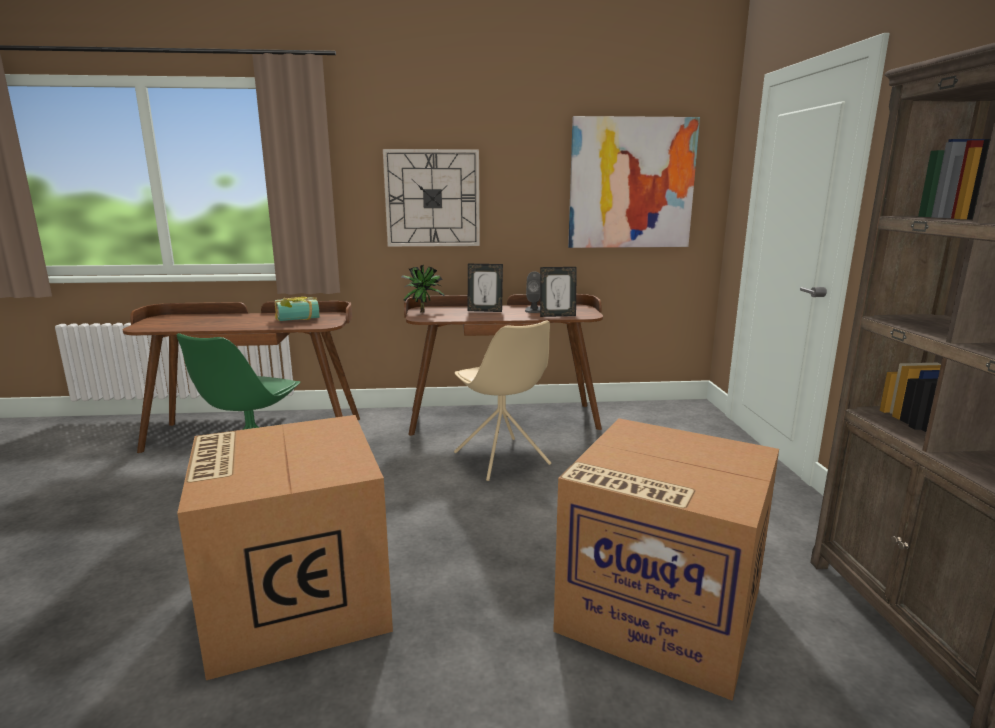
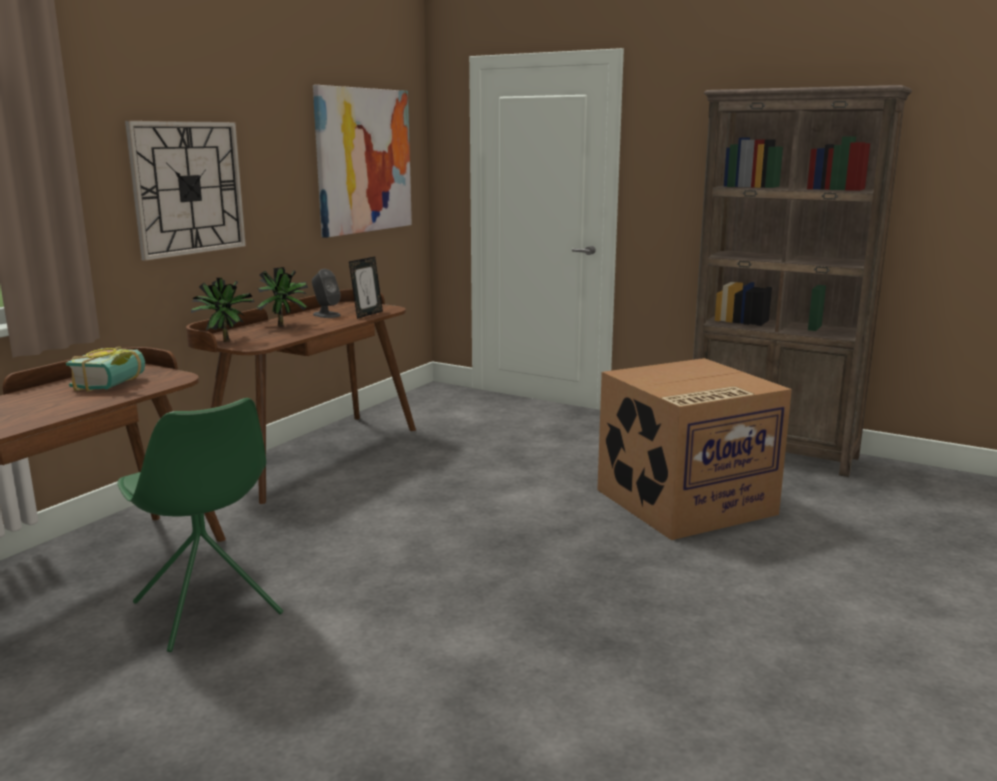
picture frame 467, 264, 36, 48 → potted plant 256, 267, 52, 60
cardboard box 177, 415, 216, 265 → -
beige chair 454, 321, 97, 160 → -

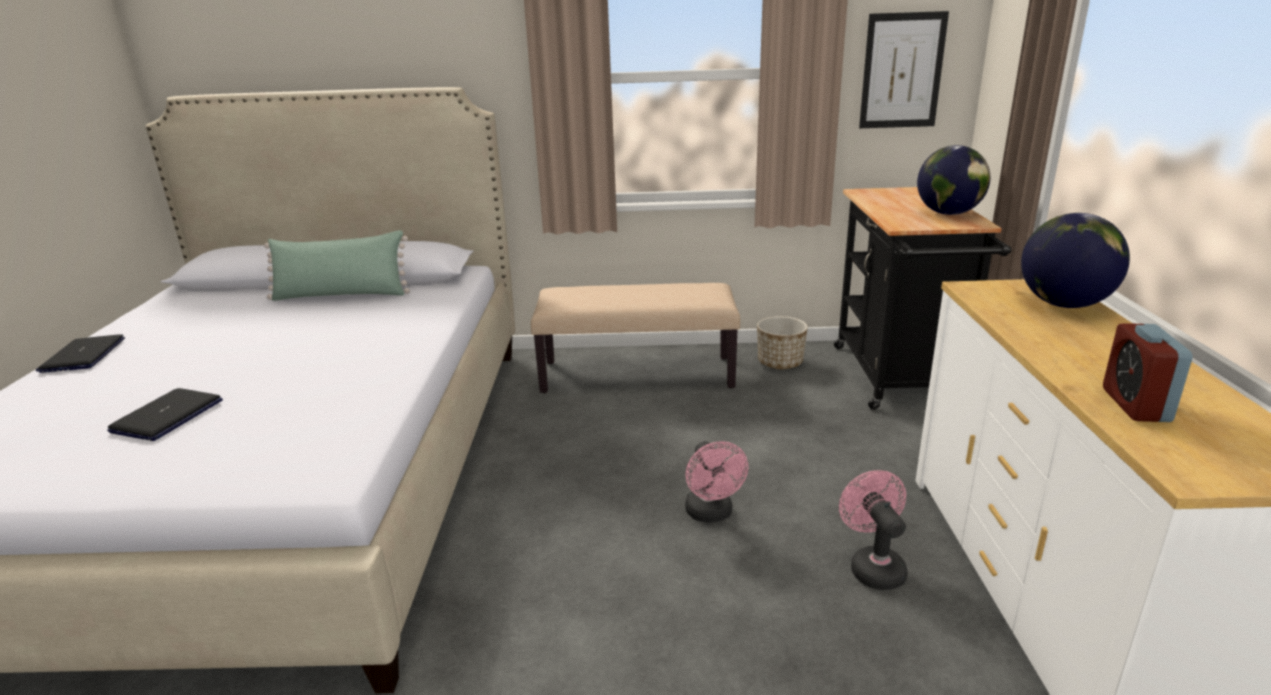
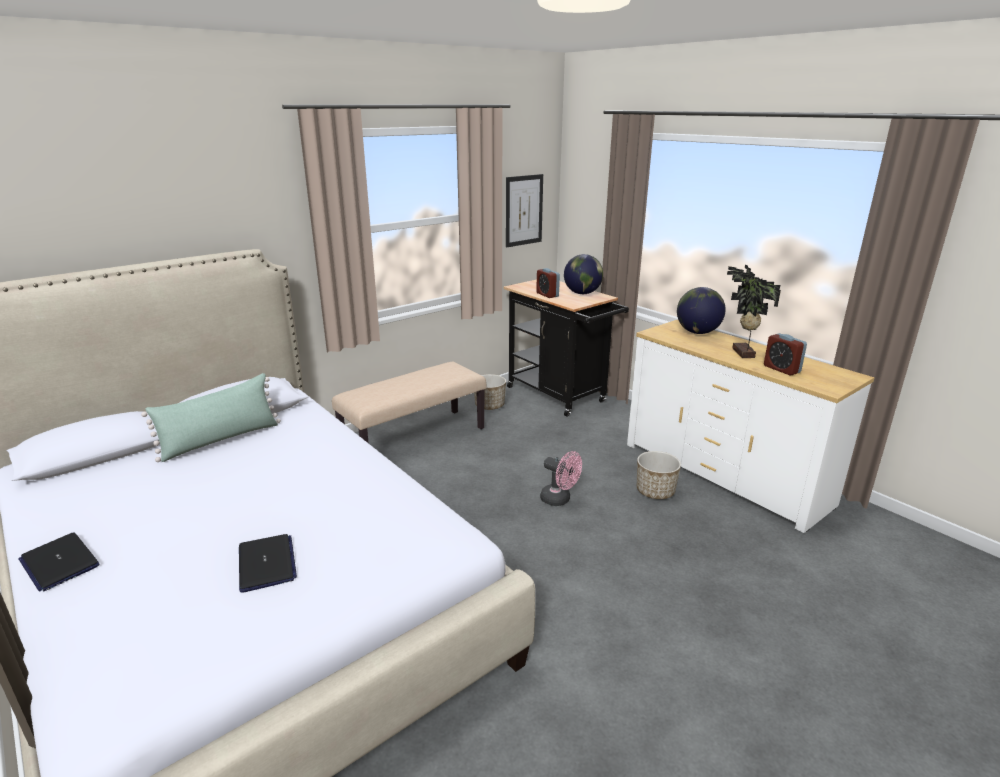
- → alarm clock 536, 268, 24, 30
pink fan 839, 470, 69, 120 → planter 637, 451, 44, 48
- → potted plant 727, 264, 54, 94

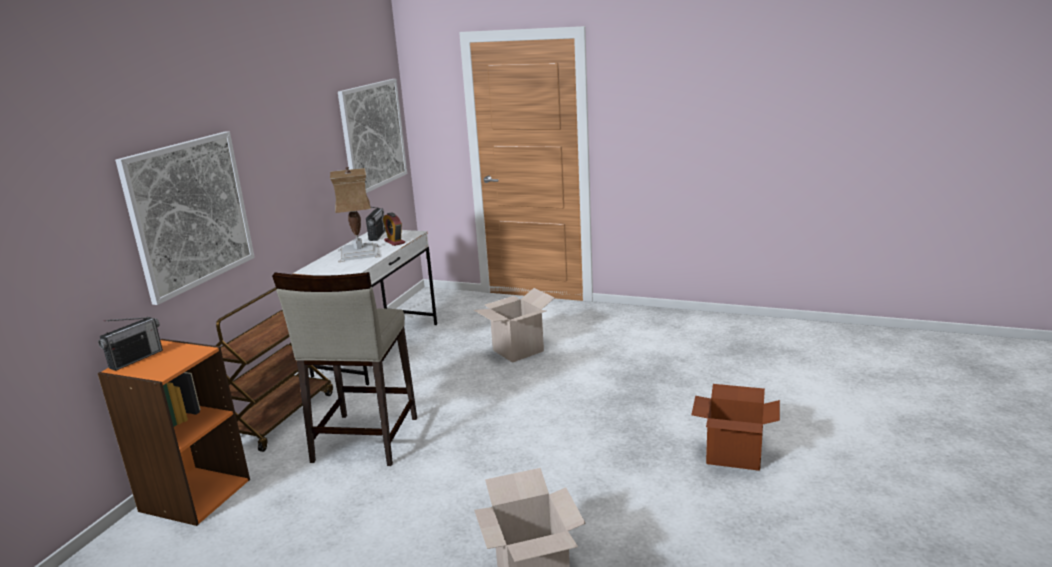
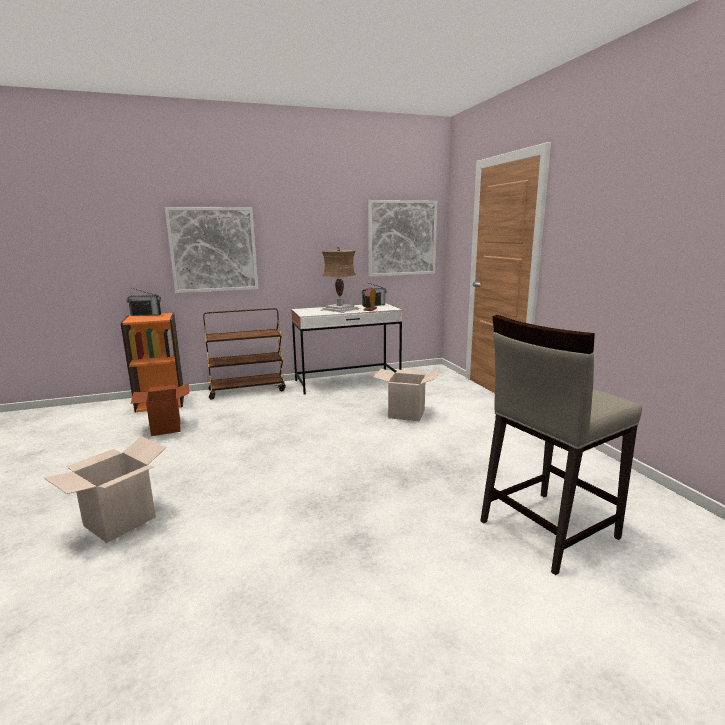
cardboard box 691, 384, 89, 87 → cardboard box 131, 383, 58, 53, relocated
beige stool 272, 272, 145, 194 → beige stool 481, 315, 161, 260, relocated

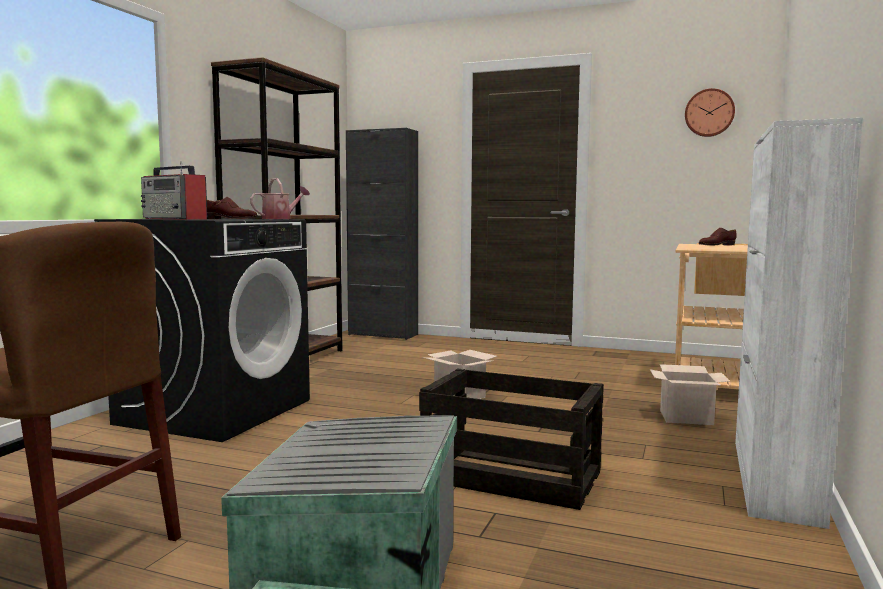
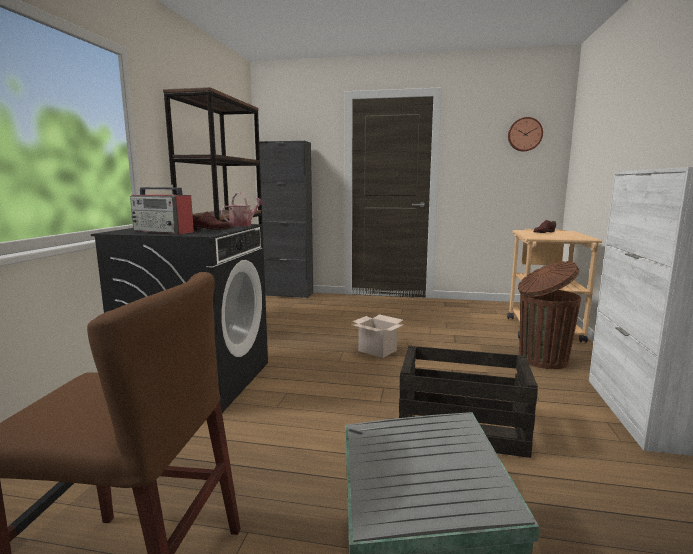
cardboard box 650, 364, 80, 61 → brown trash can 518, 261, 63, 108

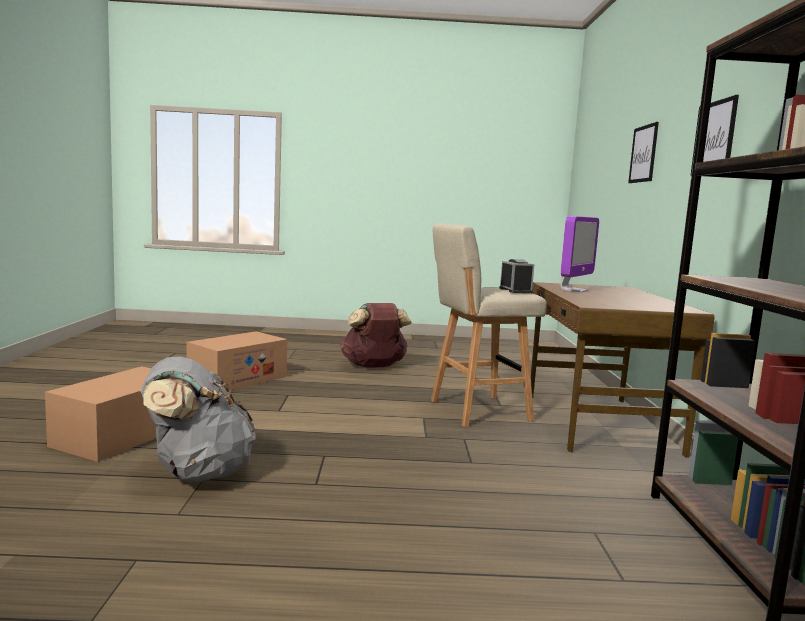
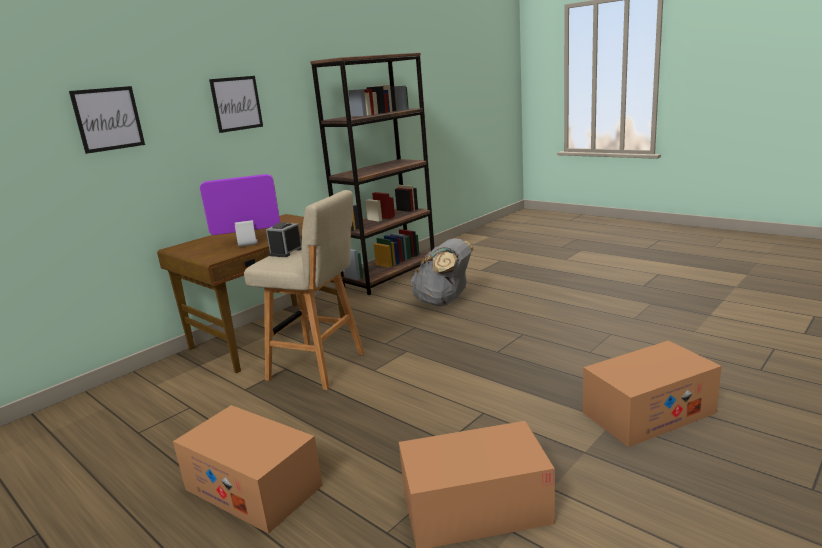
brown backpack 340, 303, 72, 65 → cardboard box 173, 405, 150, 129
grey backpack 140, 357, 116, 126 → grey backpack 410, 238, 64, 68, relocated

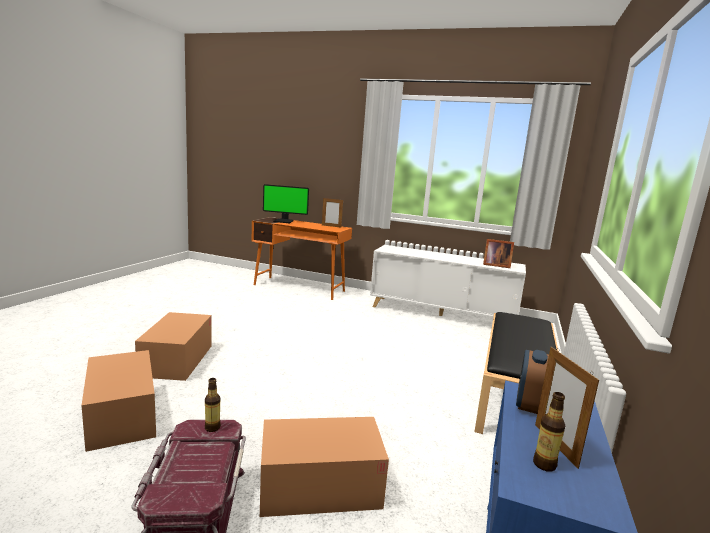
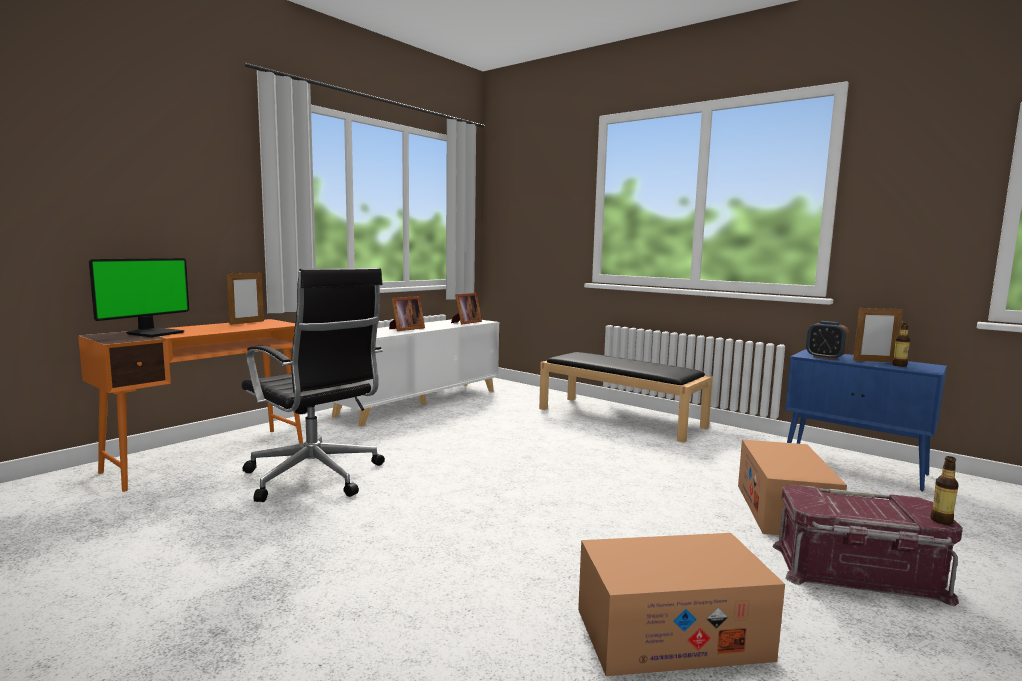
- → black office chair 242, 268, 143, 234
- → picture frame 389, 296, 36, 35
bottle 205, 378, 16, 54 → bottle 931, 456, 28, 69, relocated
cardboard box 135, 312, 77, 69 → -

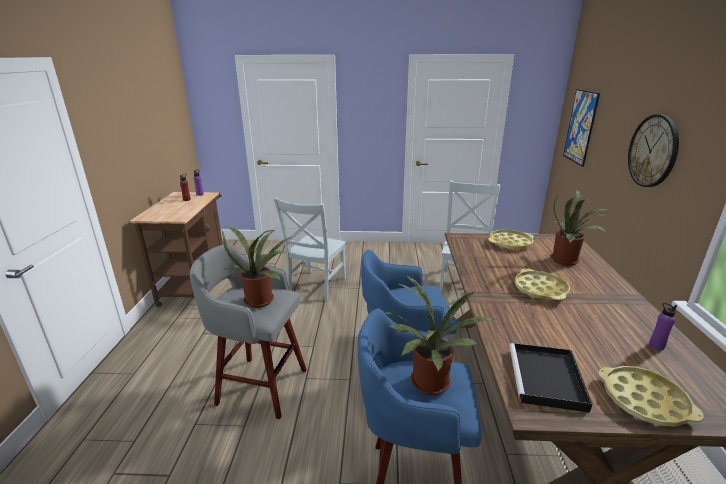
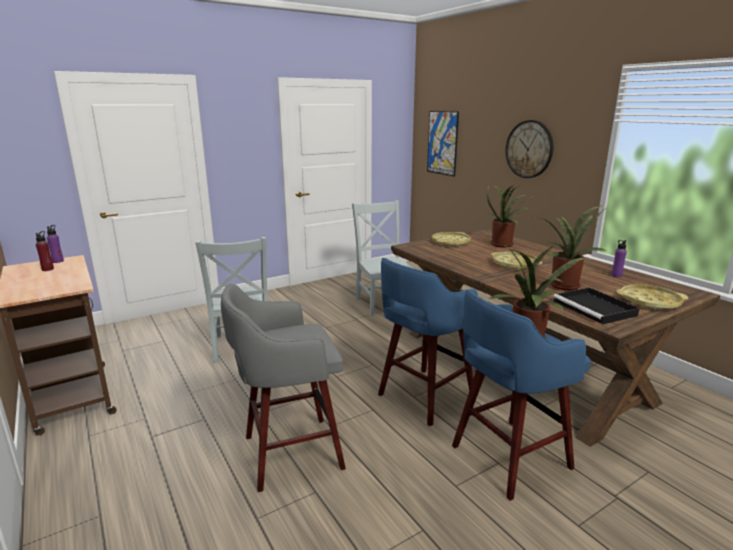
potted plant 222, 226, 69, 82 → potted plant 535, 205, 71, 86, relocated

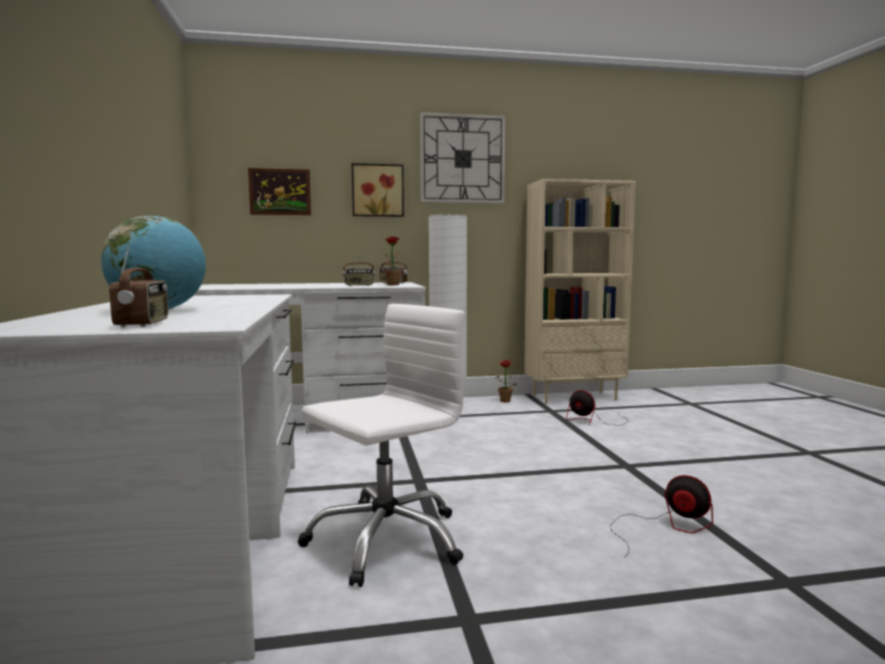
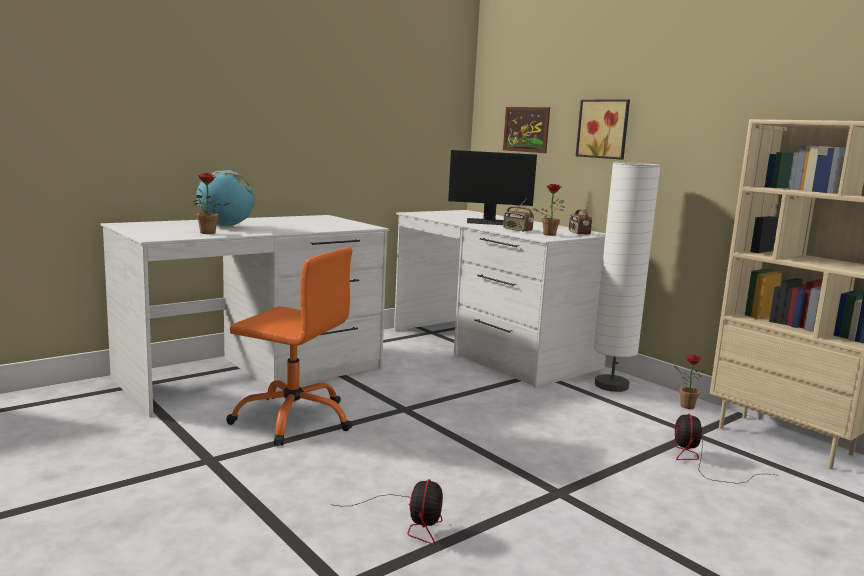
- → potted plant 193, 173, 37, 61
white office chair 298, 304, 167, 283 → orange office chair 226, 247, 127, 199
- → monitor 448, 150, 89, 75
radio 109, 246, 59, 81 → -
wall clock 420, 112, 86, 91 → -

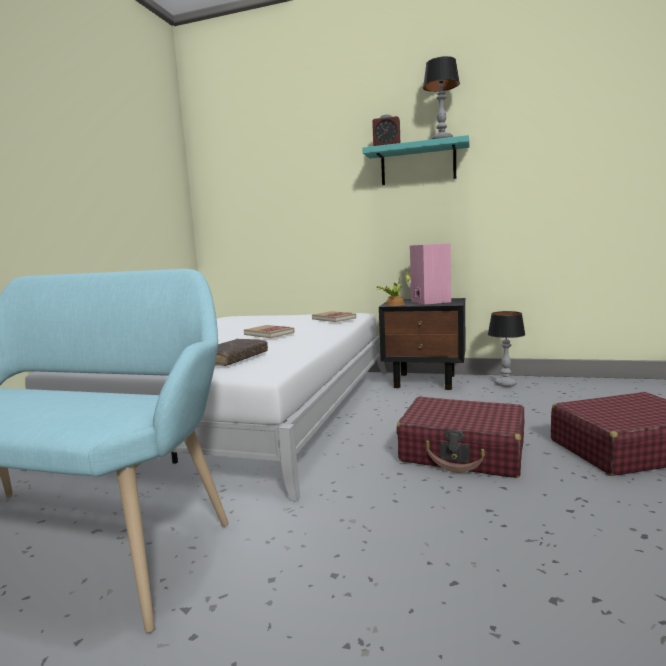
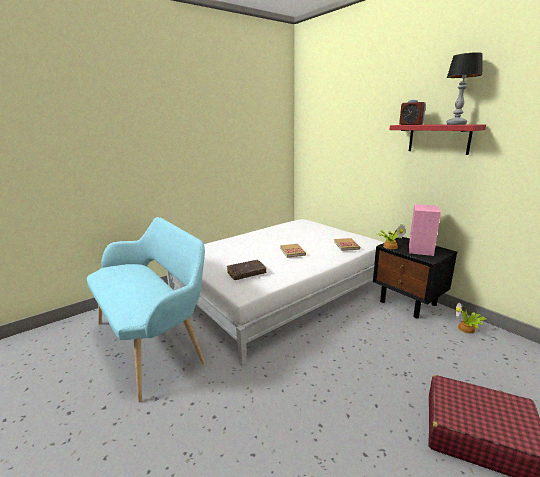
turquoise shelf 362, 135, 107, 50 → red shelf 390, 124, 96, 31
table lamp 488, 311, 37, 76 → potted plant 455, 303, 32, 31
red suitcase 396, 396, 128, 82 → -

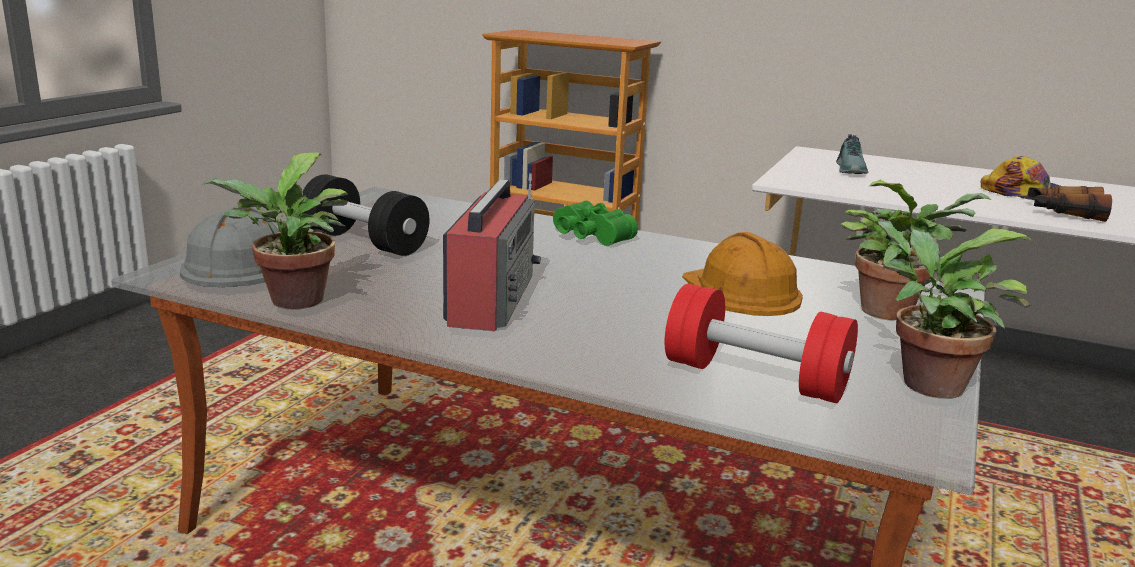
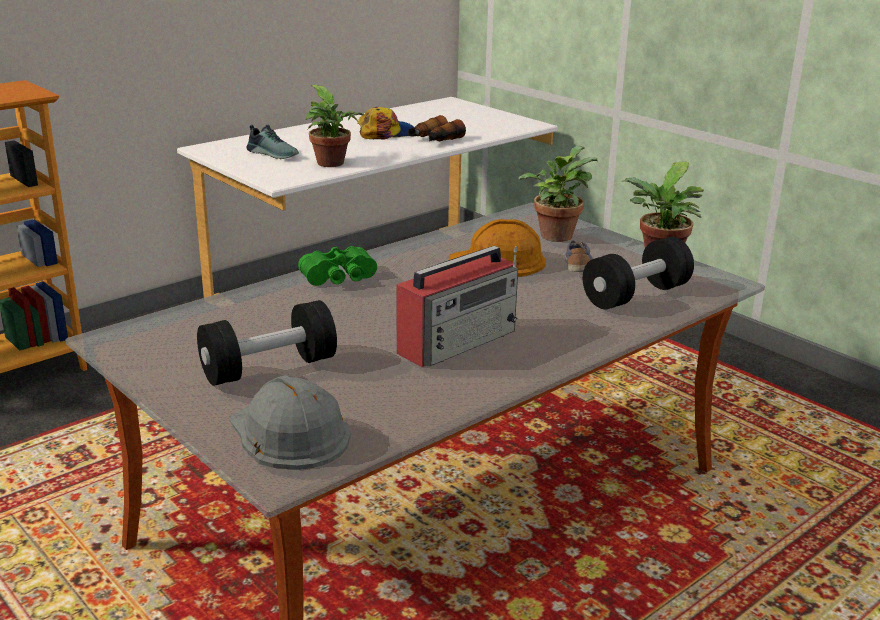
potted plant 201, 152, 147, 157 → potted plant 306, 85, 58, 82, relocated
radio 443, 173, 98, 158 → radio 397, 246, 121, 121, 105 degrees clockwise
- → shoe 565, 240, 28, 32
red dumbbell 665, 284, 193, 119 → black dumbbell 583, 237, 111, 72

